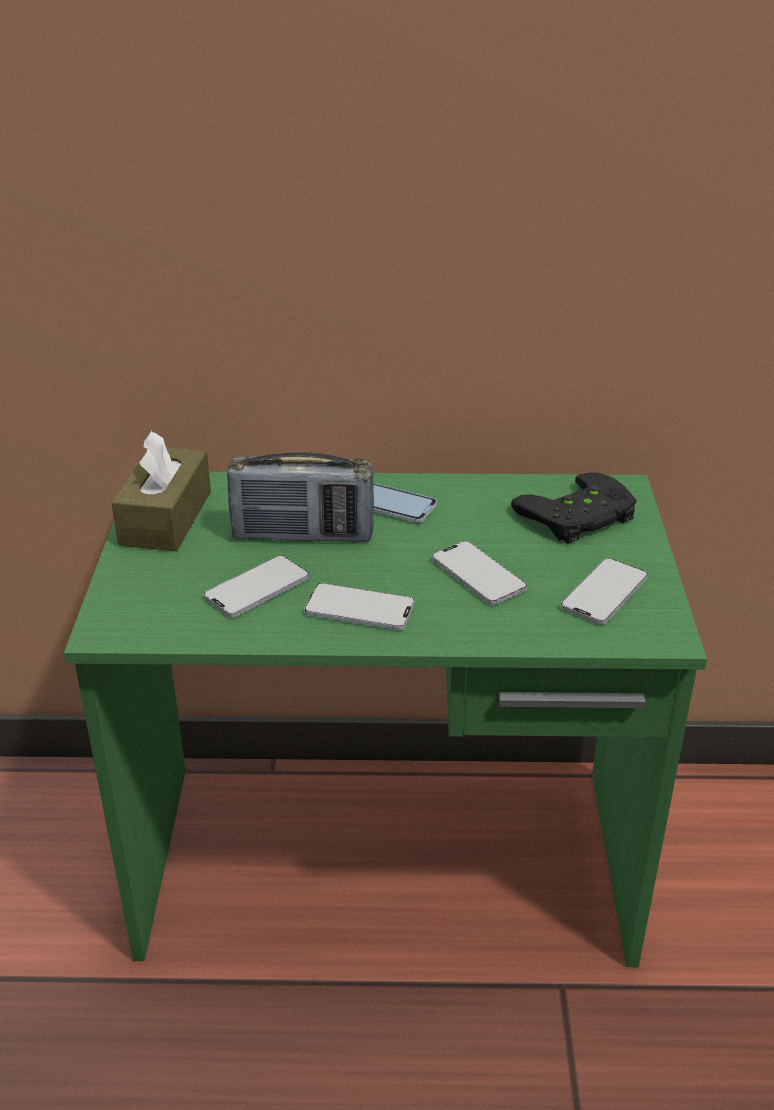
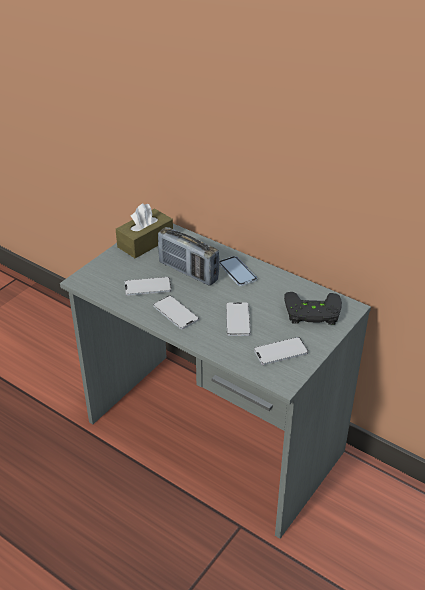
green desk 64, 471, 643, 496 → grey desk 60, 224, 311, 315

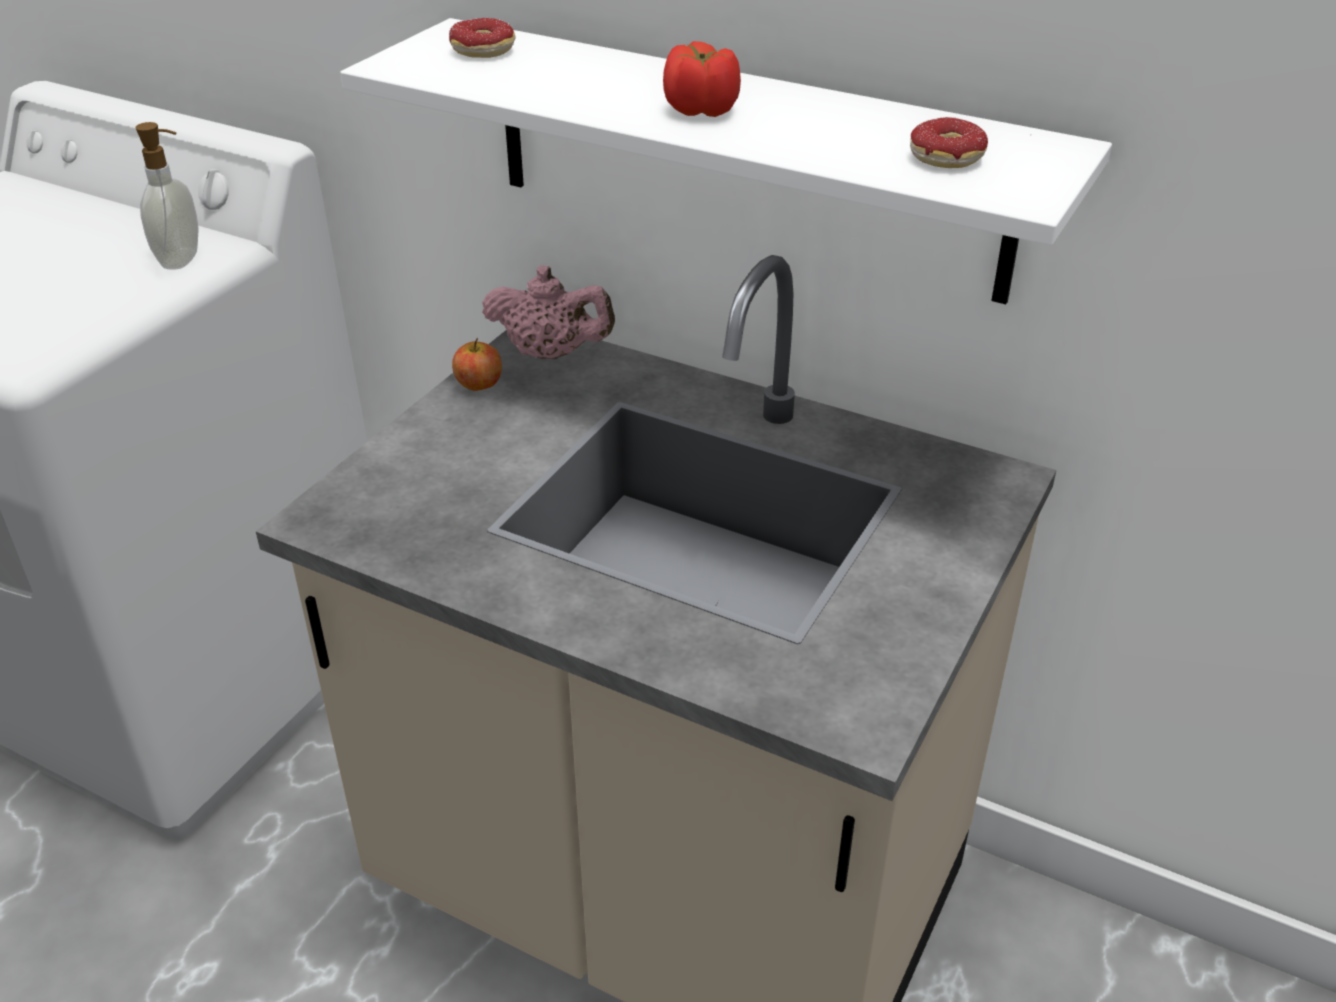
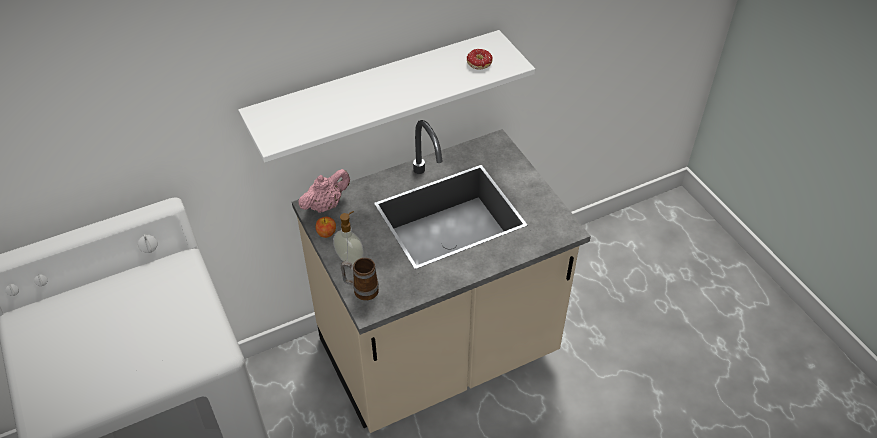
soap dispenser 135, 122, 64, 148 → soap dispenser 333, 211, 31, 54, relocated
- → mug 341, 258, 38, 43
donut 449, 18, 67, 40 → -
tomato 663, 41, 78, 76 → -

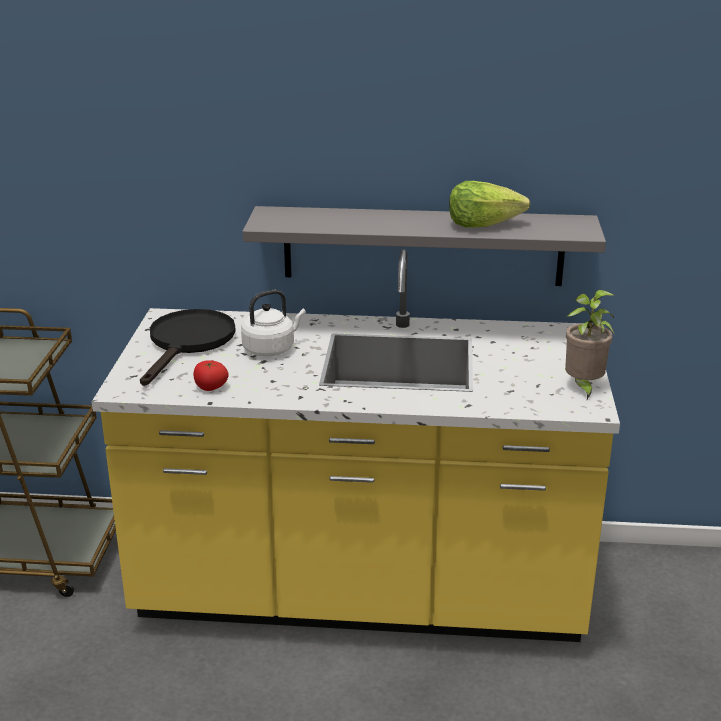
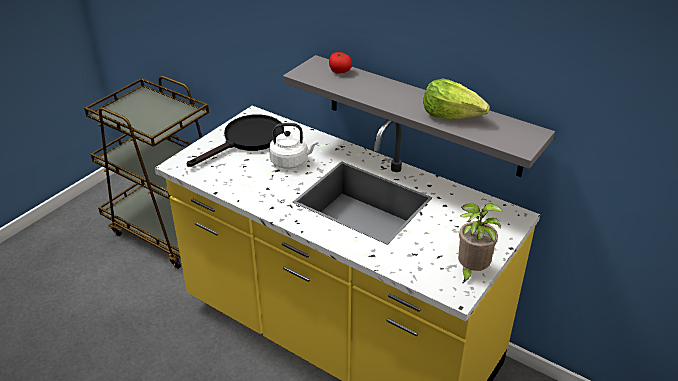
tomato 193, 360, 36, 31 → tomato 329, 52, 23, 22, relocated

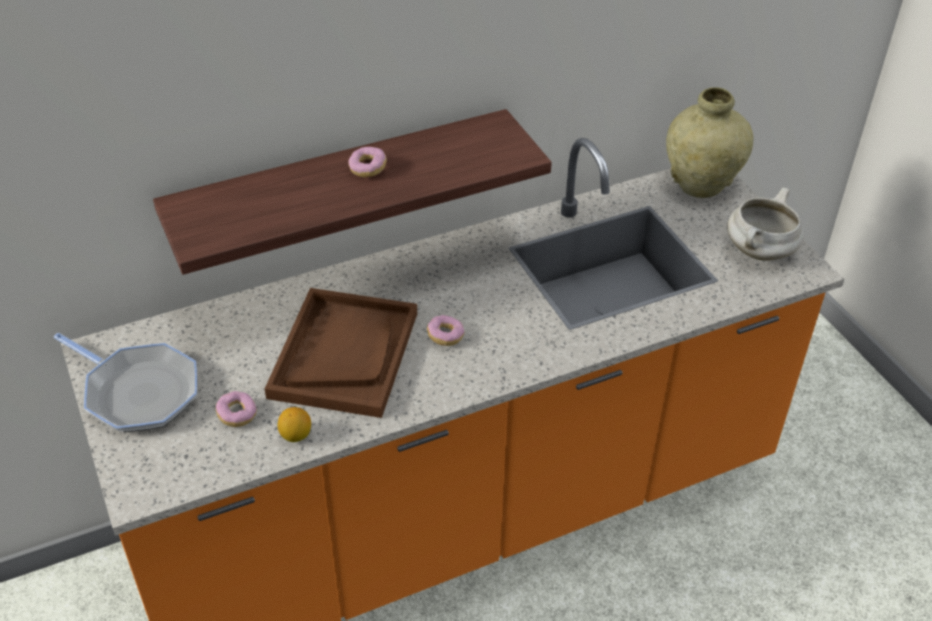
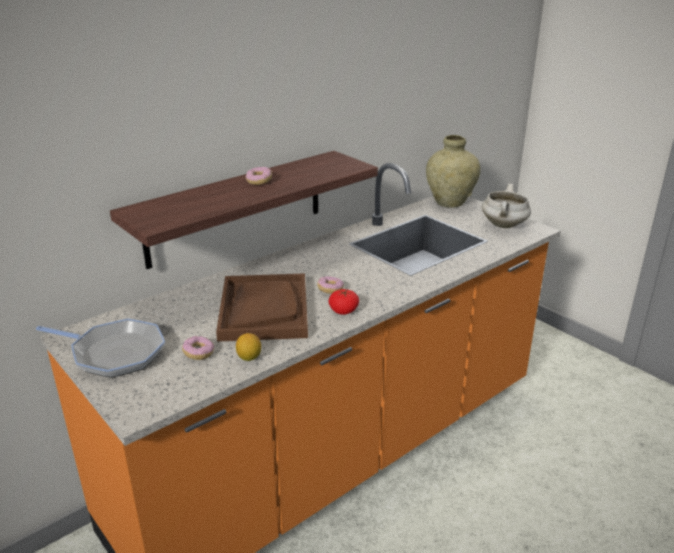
- → tomato 329, 289, 30, 26

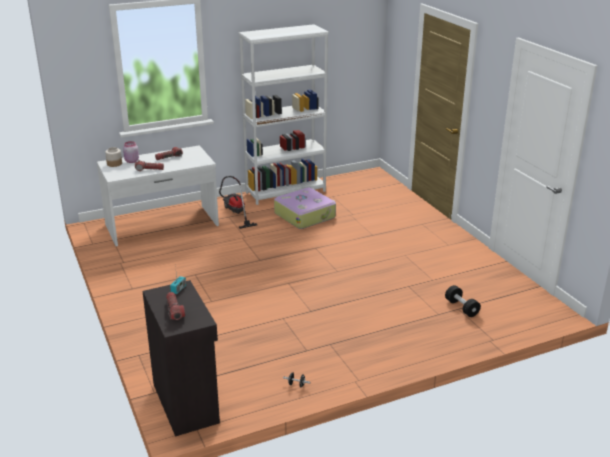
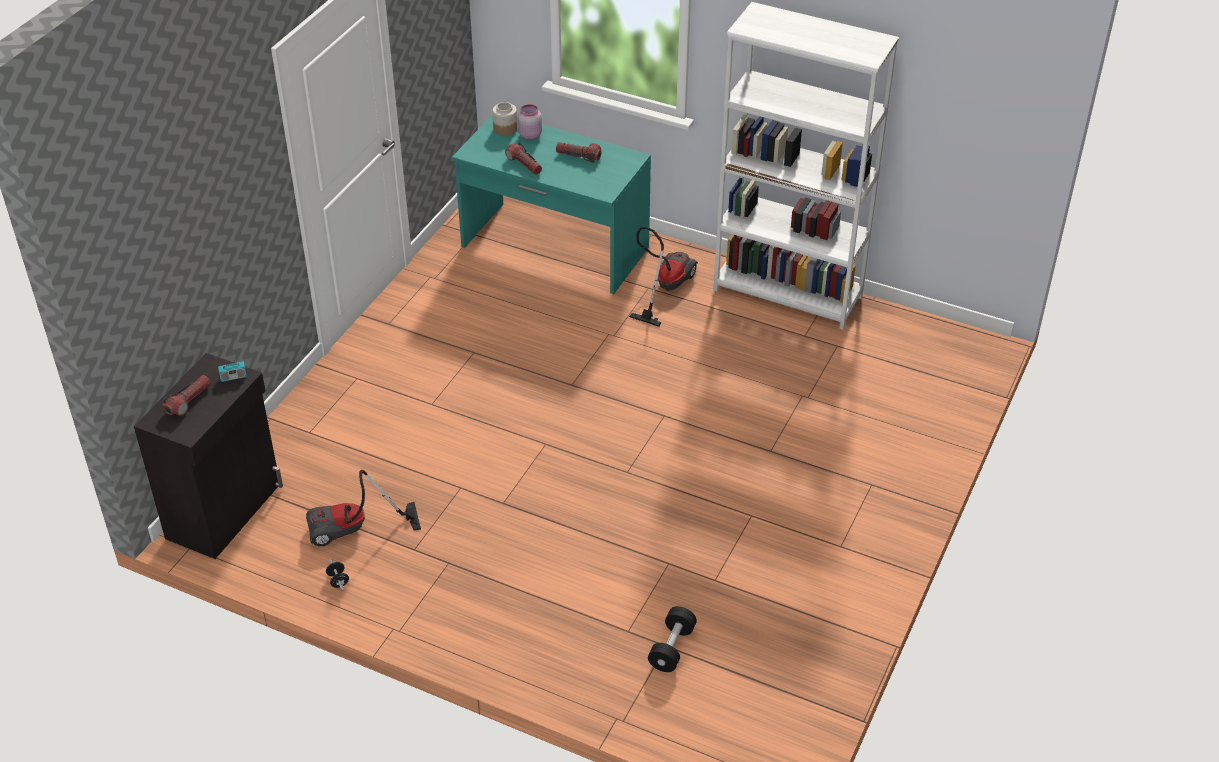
- → vacuum cleaner 306, 470, 115, 76
white desk 97, 145, 122, 101 → turquoise desk 452, 114, 199, 180
suitcase 274, 188, 62, 41 → -

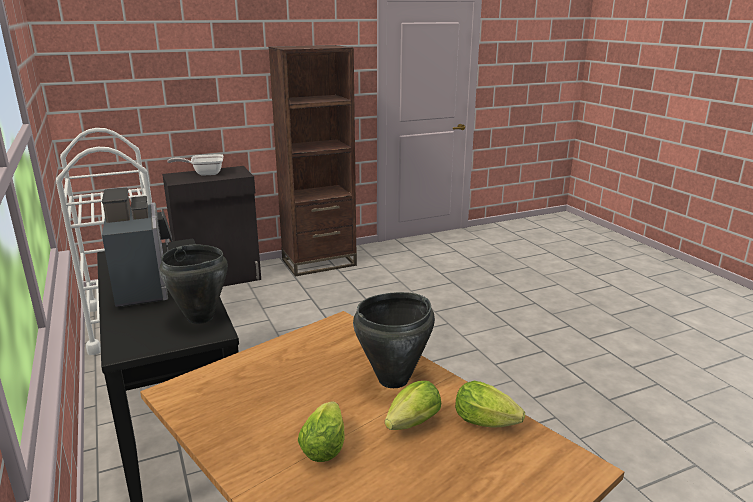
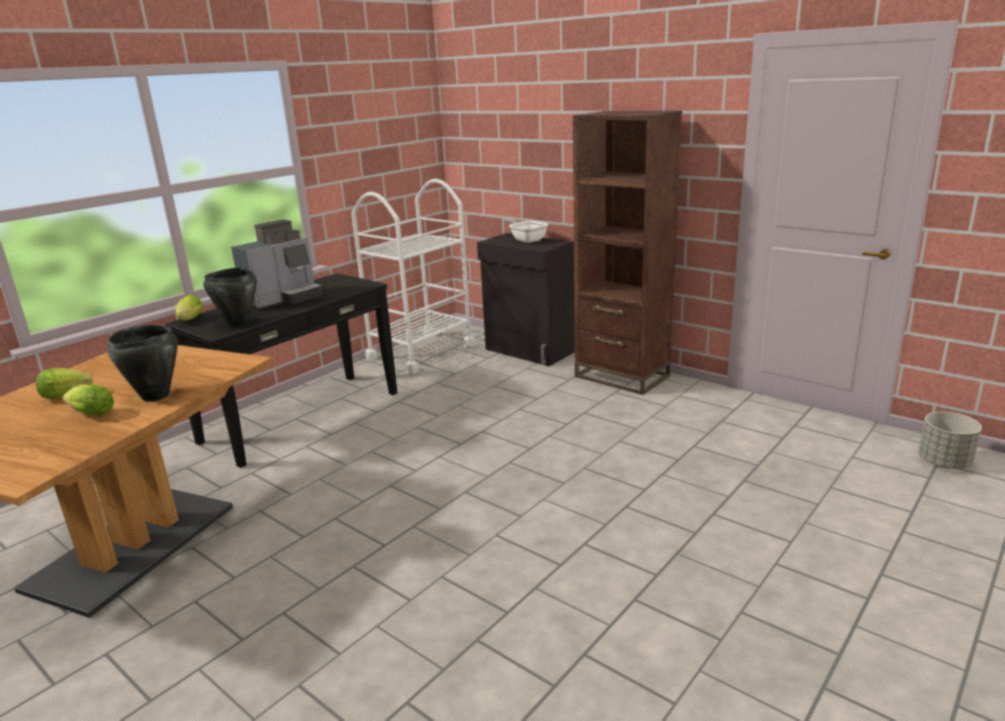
lettuce 455, 381, 70, 47 → lettuce 176, 294, 28, 26, relocated
- → grey planter 918, 412, 64, 57

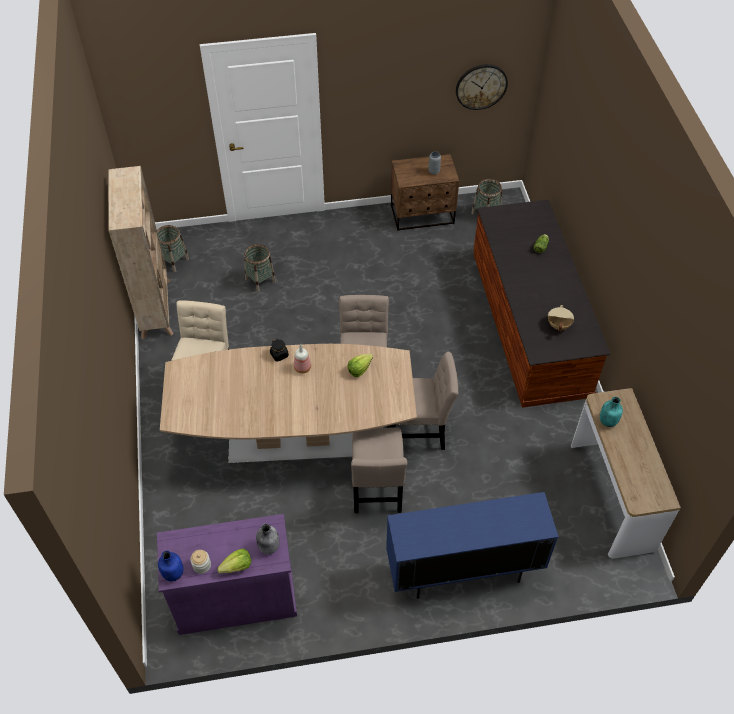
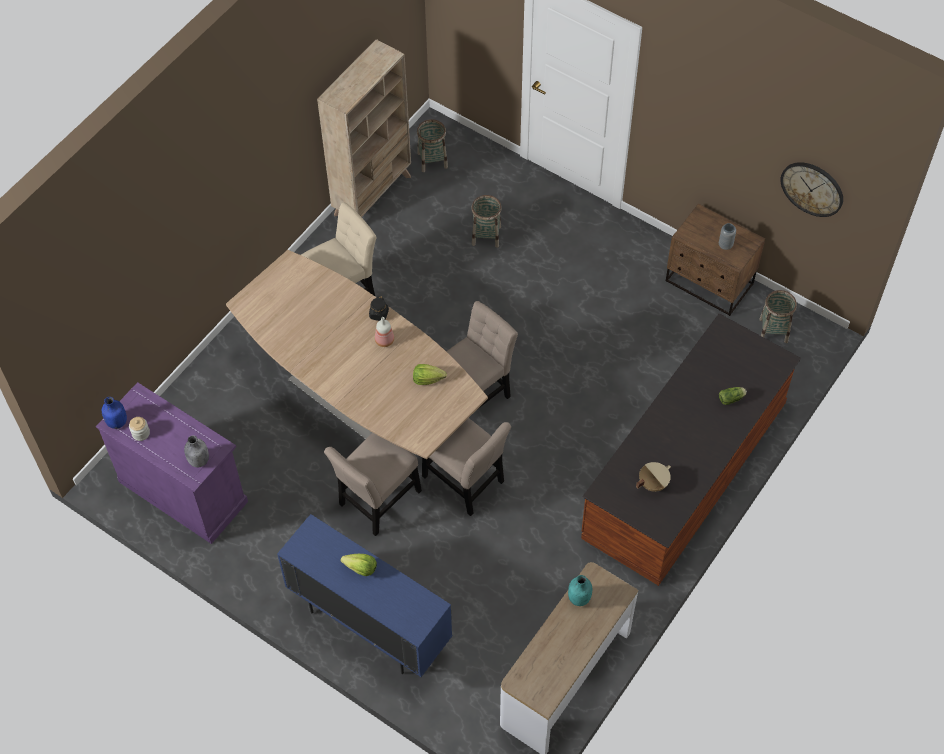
lettuce 217, 549, 34, 24 → lettuce 340, 554, 37, 22, relocated

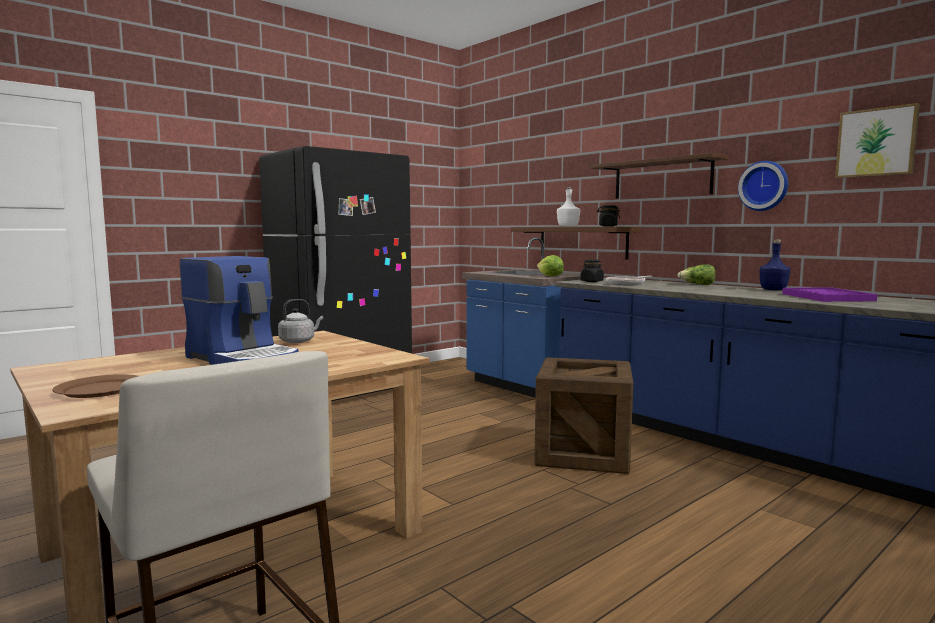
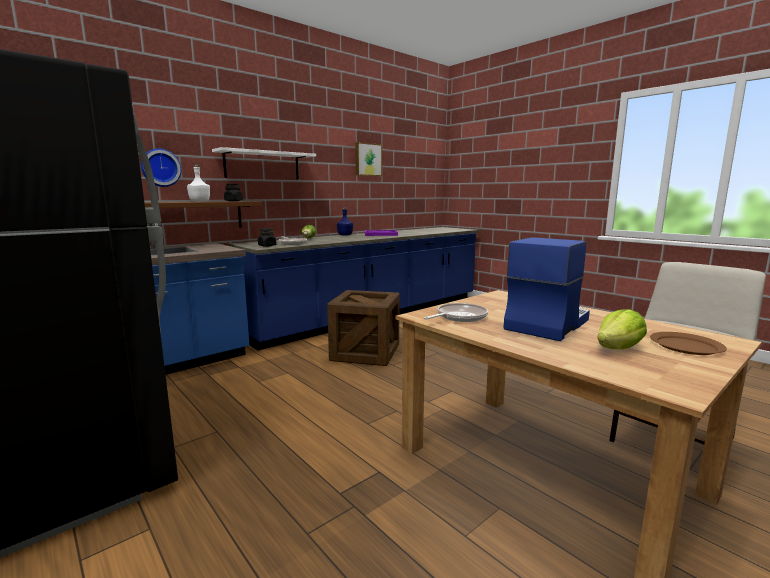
wall clock 738, 161, 50, 50 → wall clock 141, 148, 40, 39, relocated
brown shelf 590, 153, 138, 46 → white shelf 212, 147, 104, 32
grey kettle 278, 299, 45, 44 → frying pan 424, 303, 64, 19
lettuce 537, 255, 27, 21 → lettuce 597, 309, 50, 40, relocated

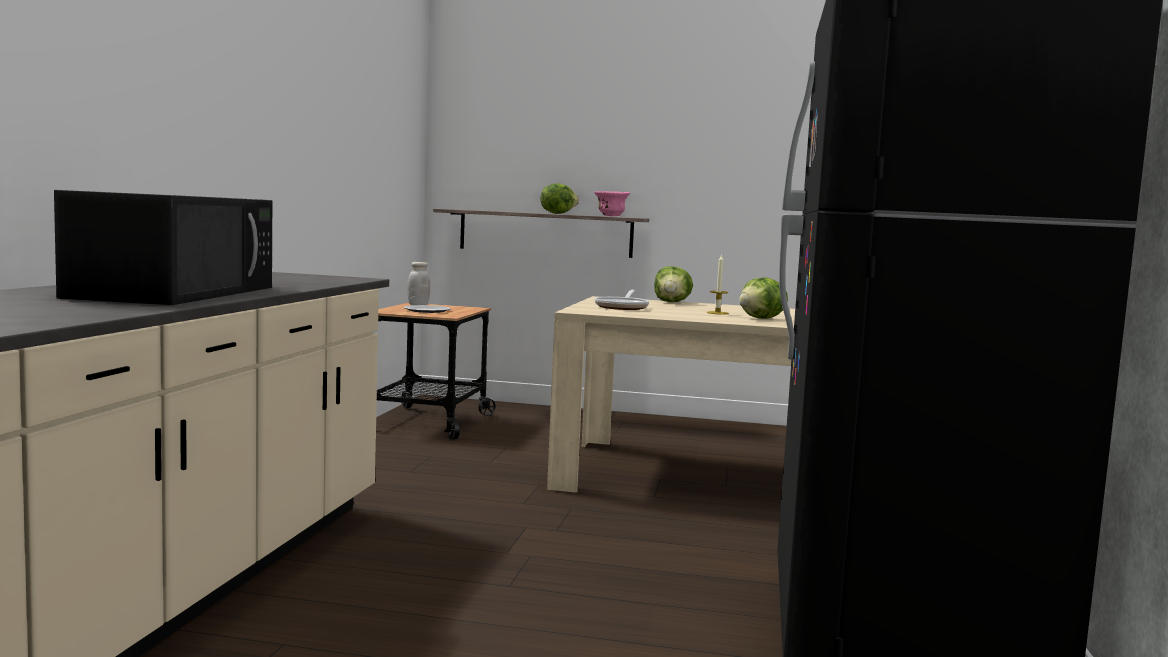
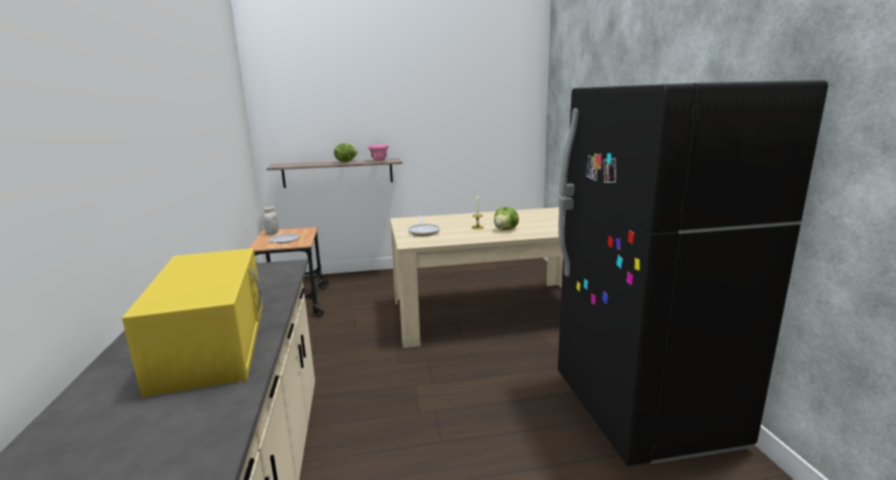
black microwave 54, 190, 218, 115 → yellow microwave 122, 248, 141, 150
lettuce 654, 266, 39, 36 → -

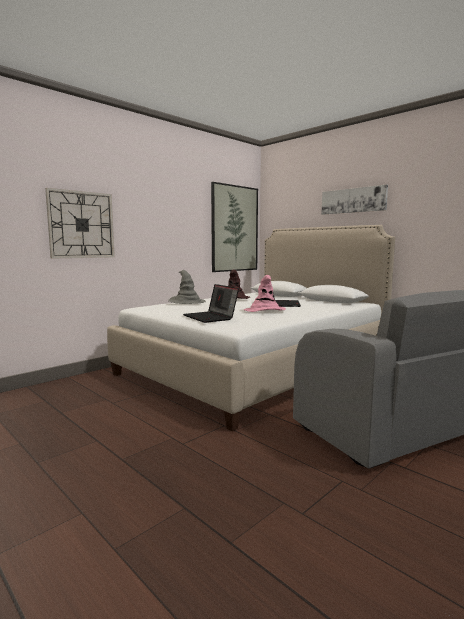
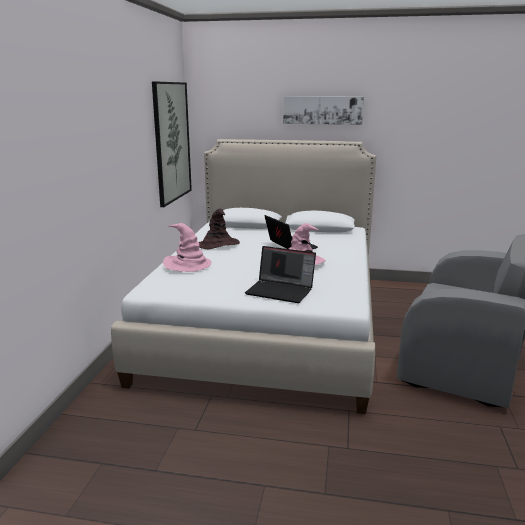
grey hat 168, 270, 38, 34 → pink hat 163, 223, 48, 49
wall clock 45, 188, 70, 71 → -

